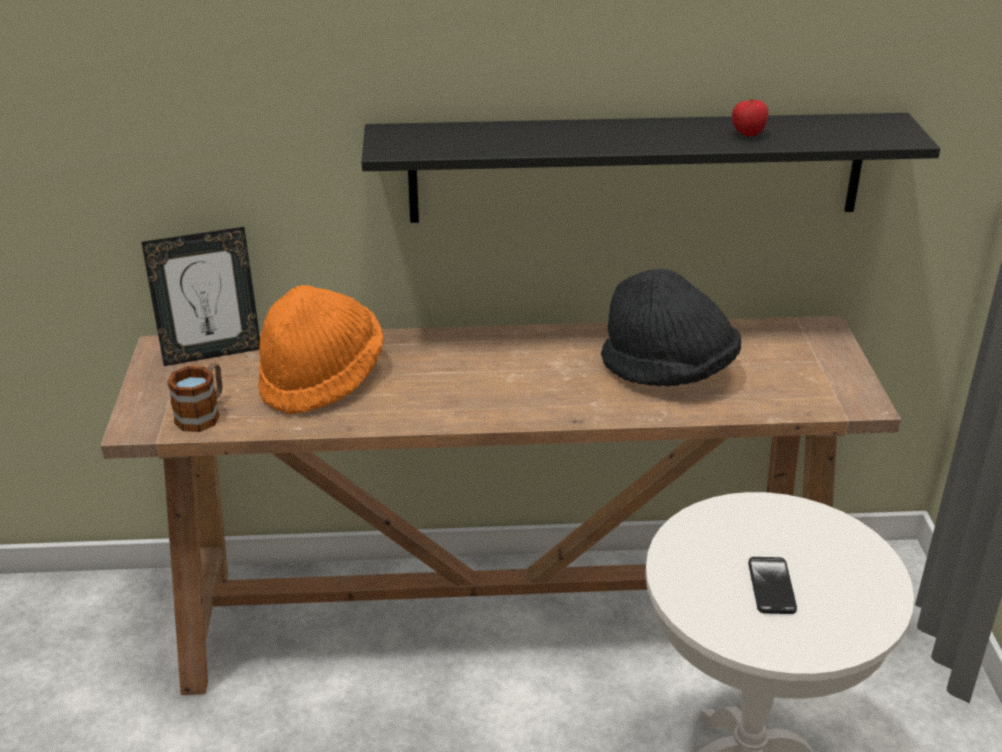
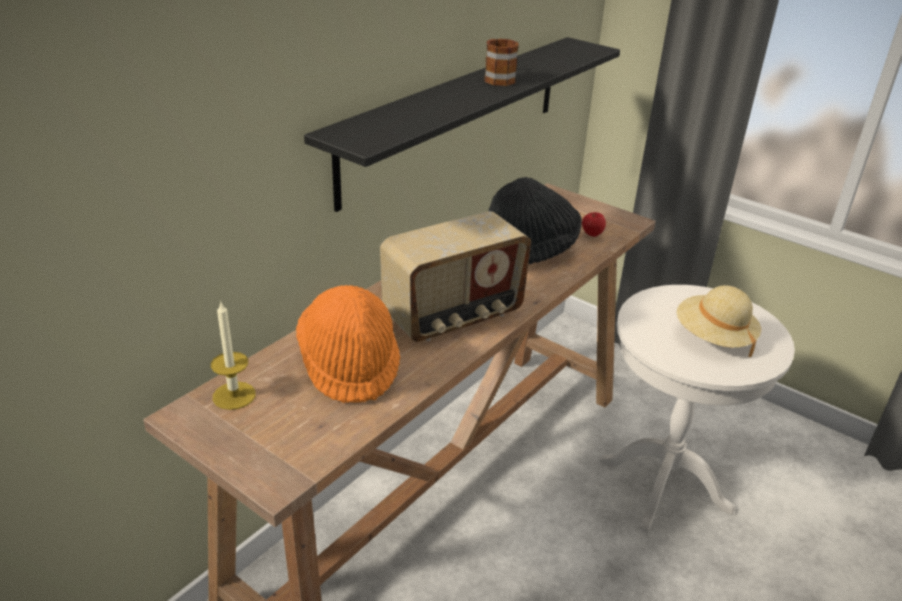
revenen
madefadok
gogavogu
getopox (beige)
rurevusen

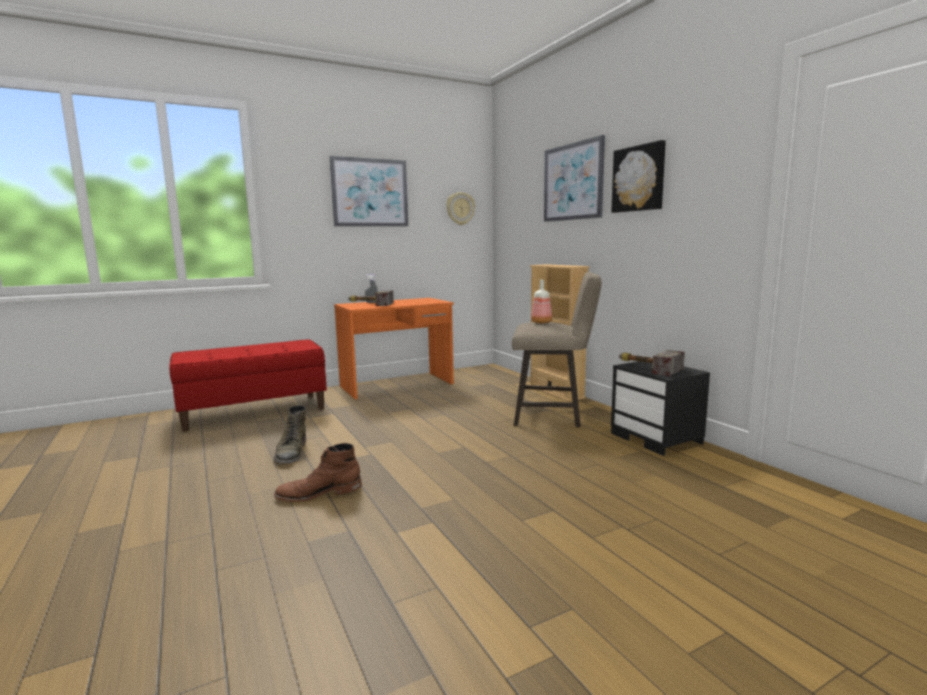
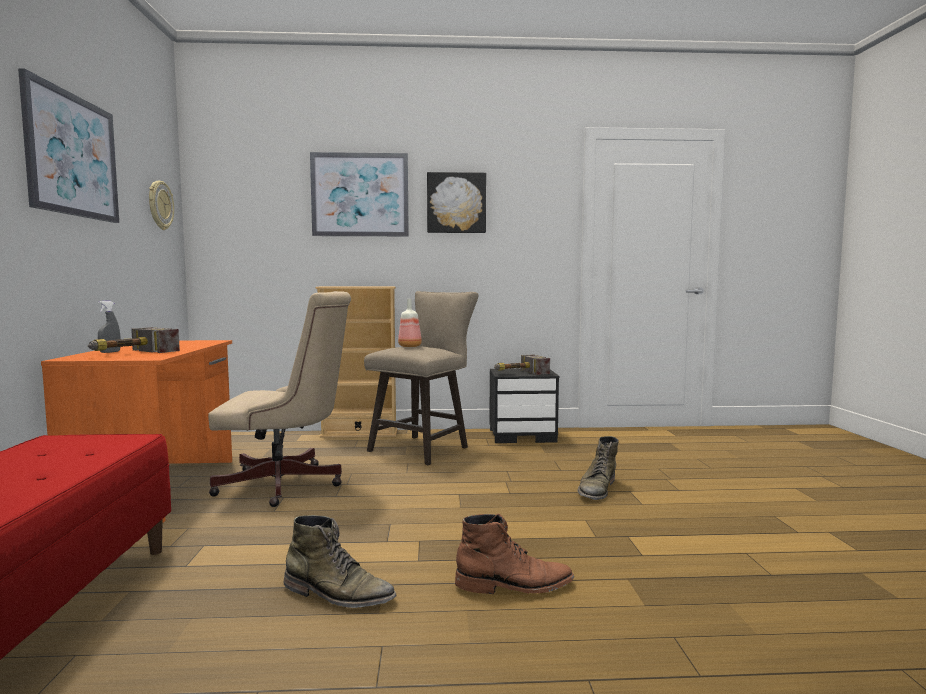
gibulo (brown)
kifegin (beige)
gibulo (green) (2nd from left)

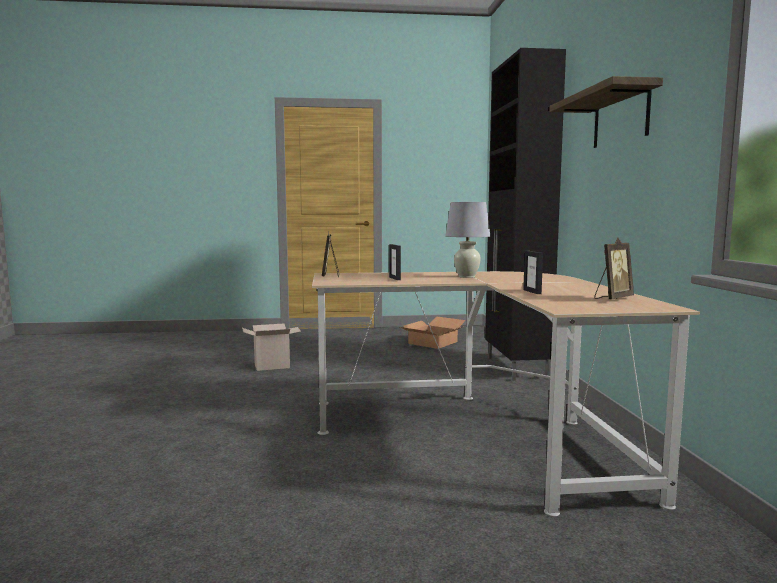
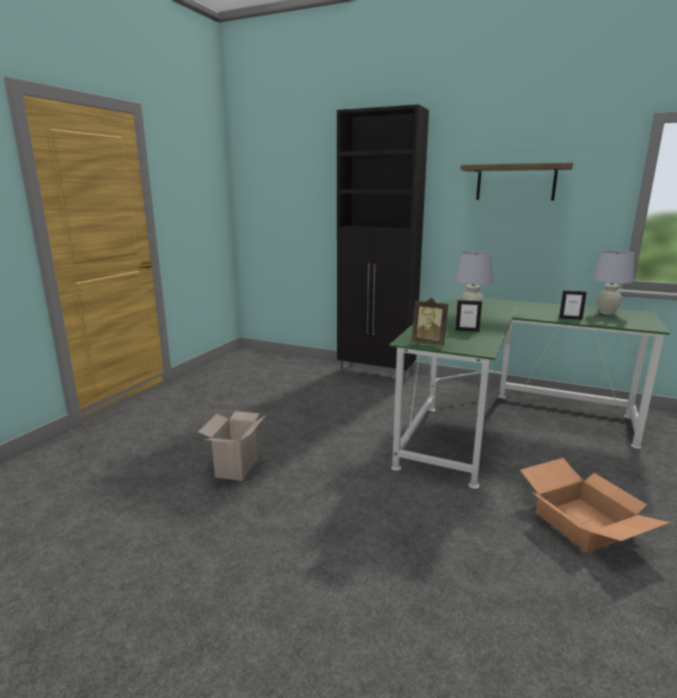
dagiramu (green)
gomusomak (2nd from left)
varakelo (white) (2nd from left)

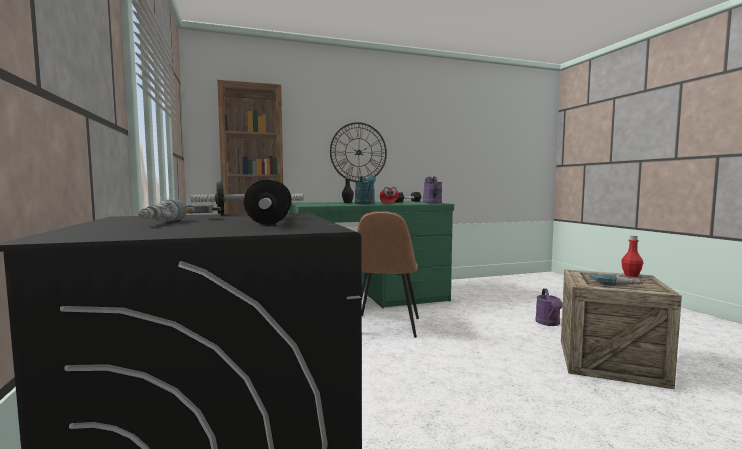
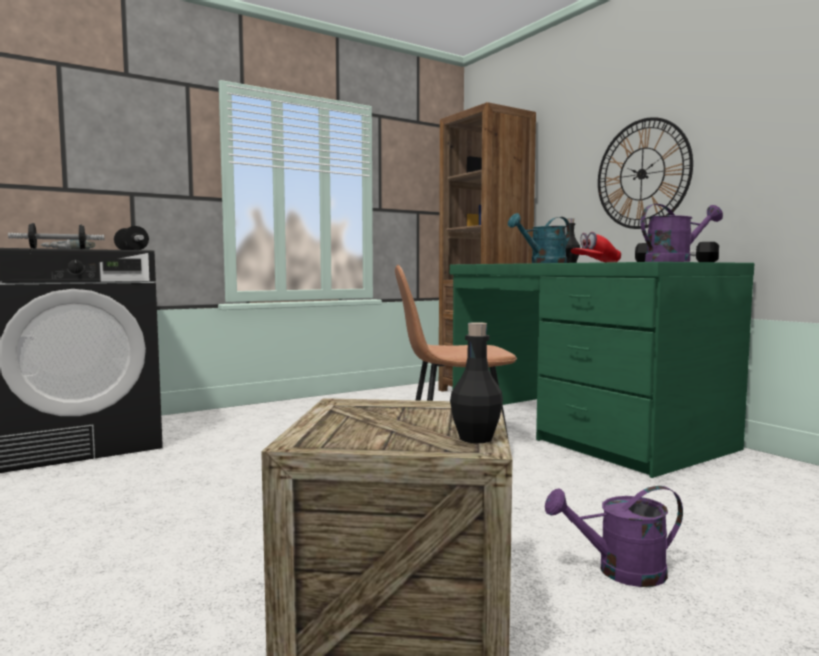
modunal (2nd from left in the first image)
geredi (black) (1st from left)

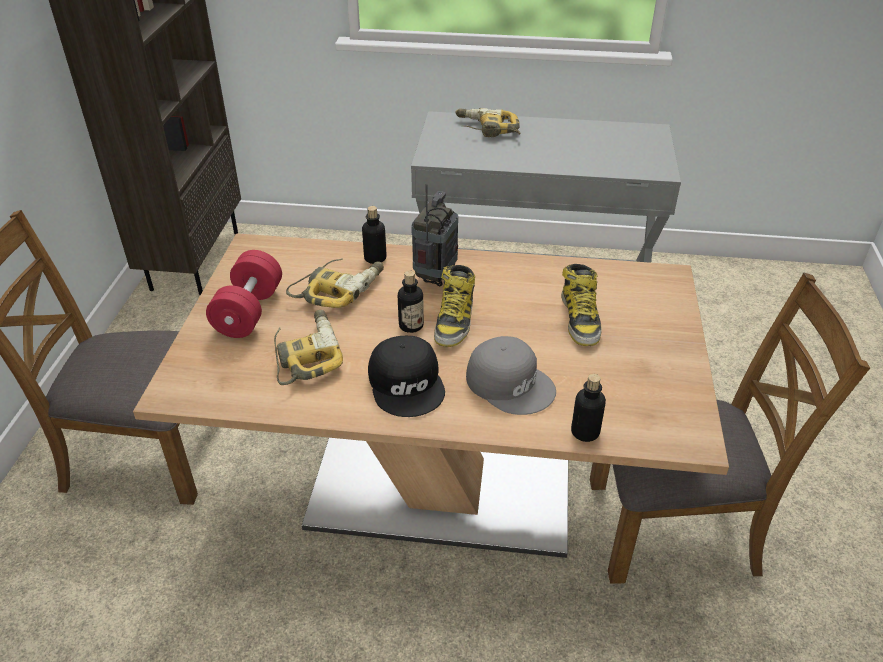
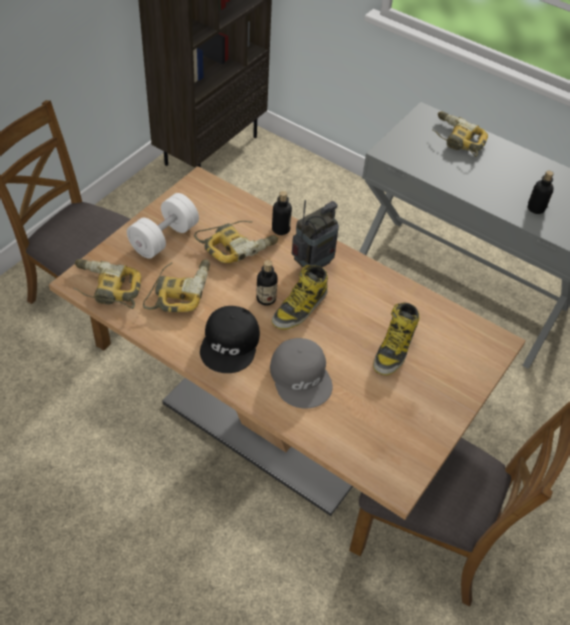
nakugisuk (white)
geredi (3rd from left)
modunal (1st from left)

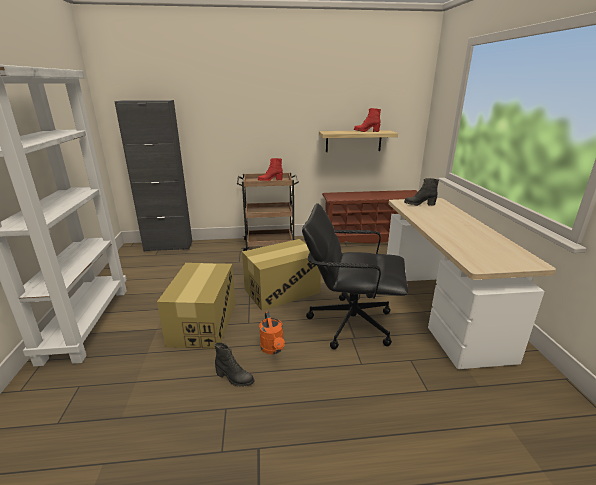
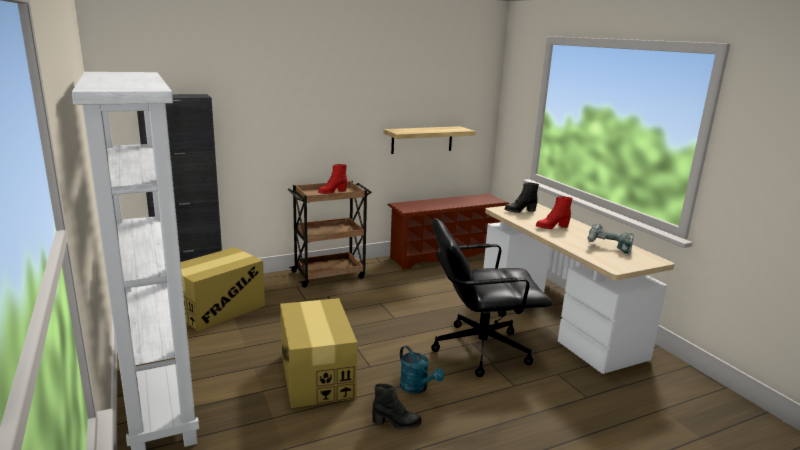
gomusomak (1st from left)
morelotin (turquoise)
gibulo (red) (2nd from left)
modunal

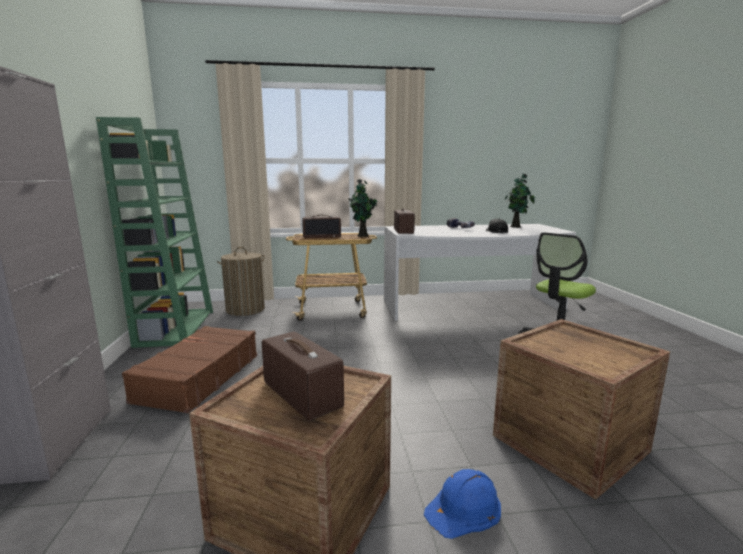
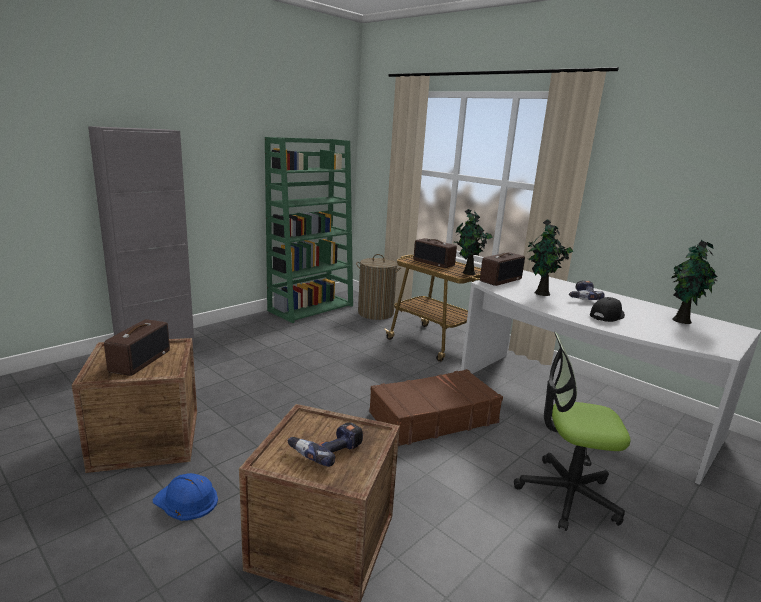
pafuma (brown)
modunal (1st from left)
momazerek (2nd from left)

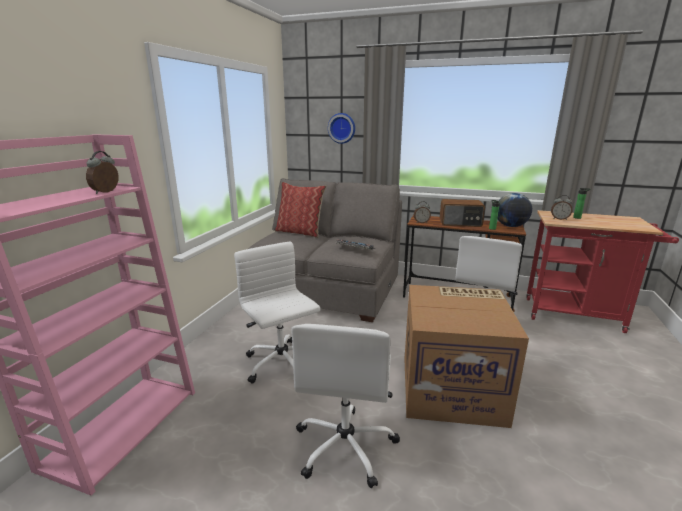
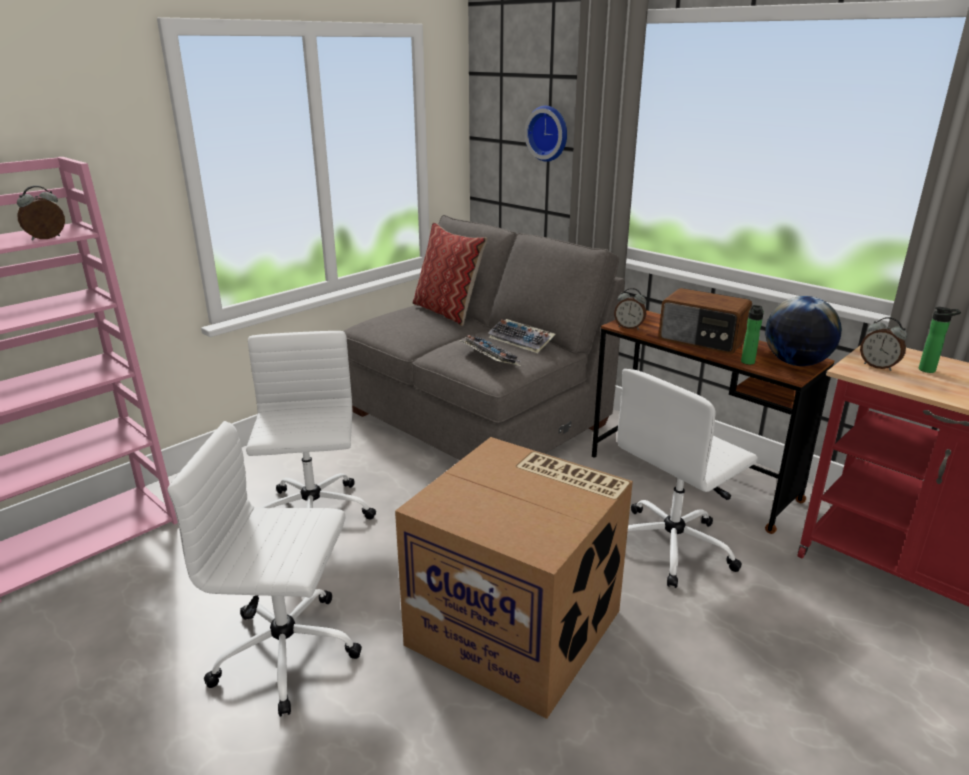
kifegin (white) (1st from left)
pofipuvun (2nd from left)

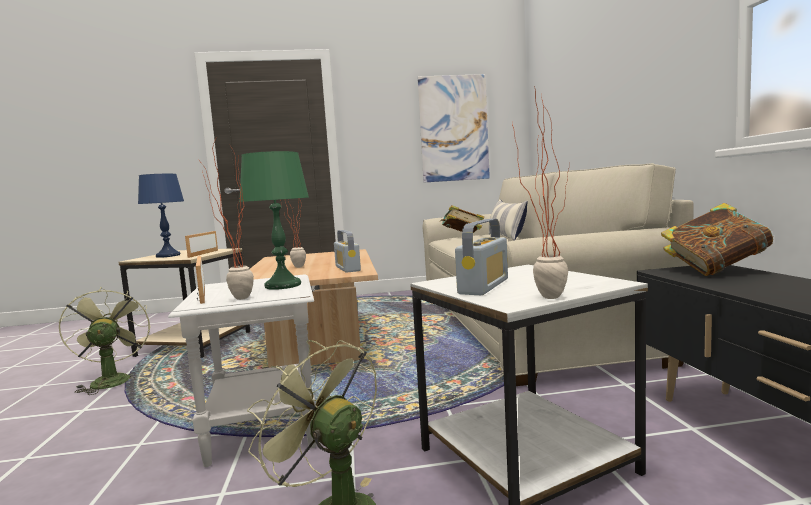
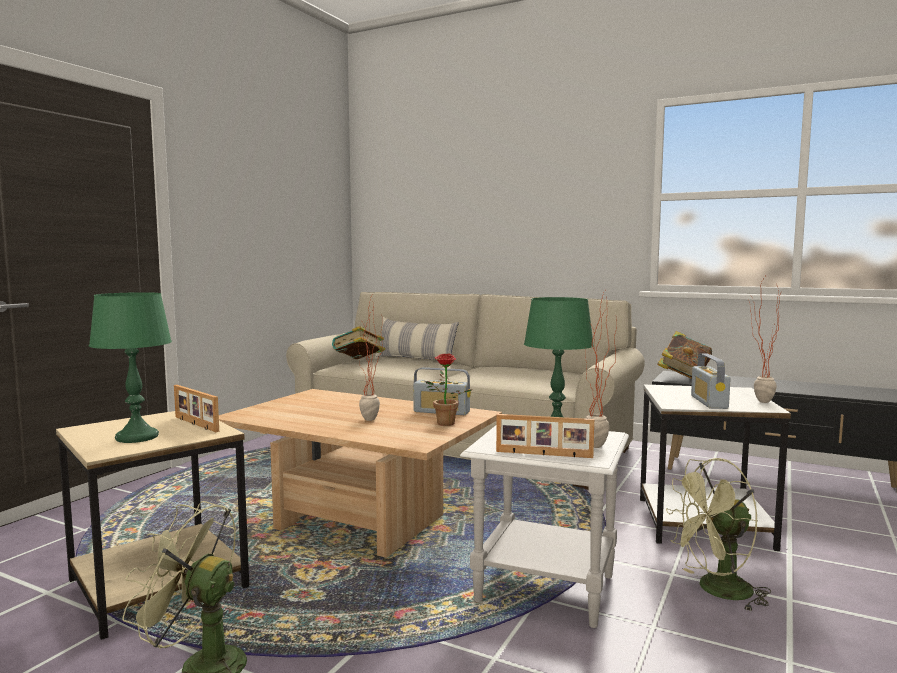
varakelo (green) (1st from left)
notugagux
rurevusen (2nd from left)
momazerek (2nd from left)

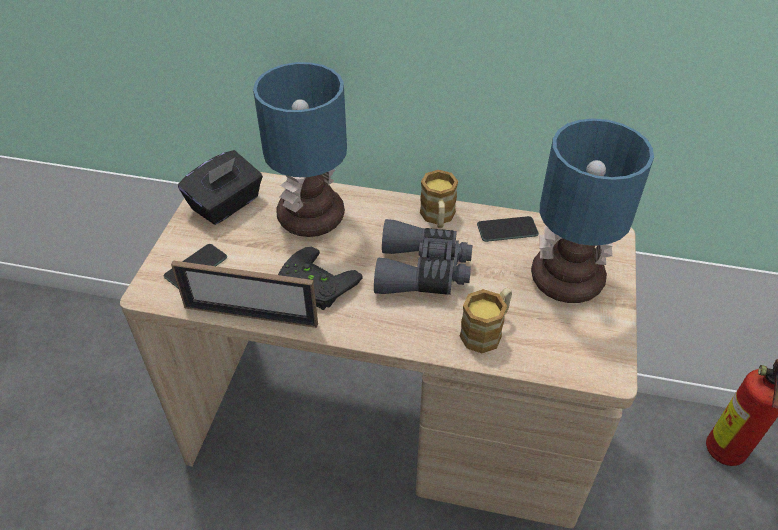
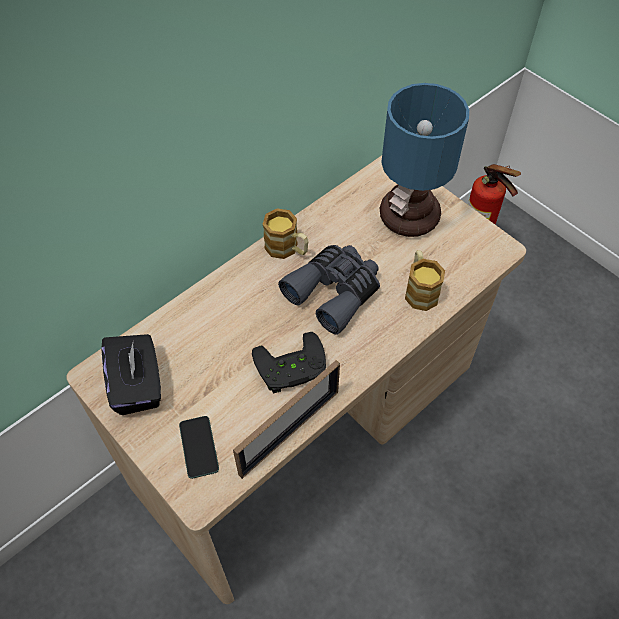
varakelo (1st from left in the first image)
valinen (2nd from left in the first image)

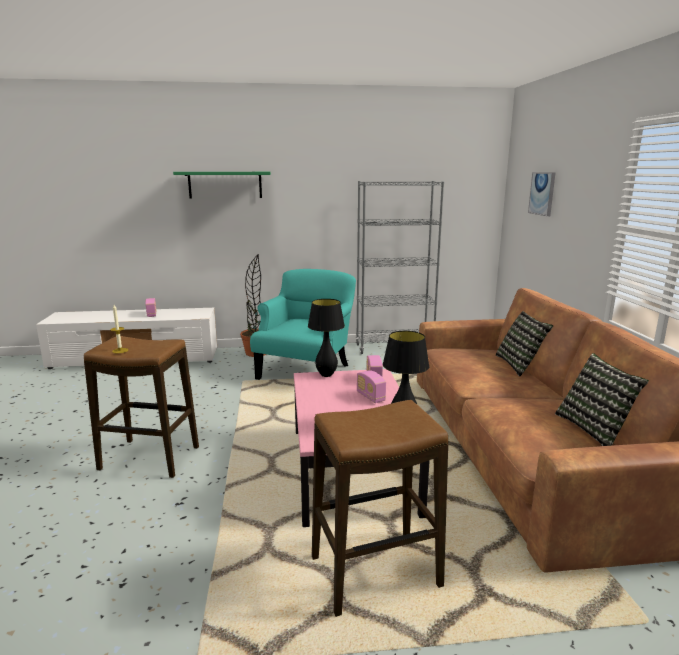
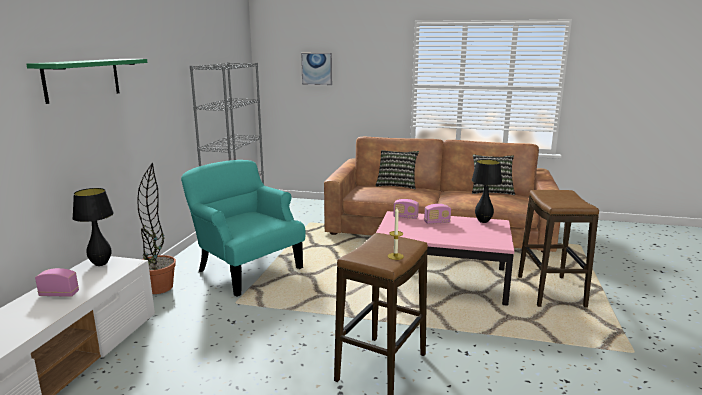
varakelo (black) (1st from left)

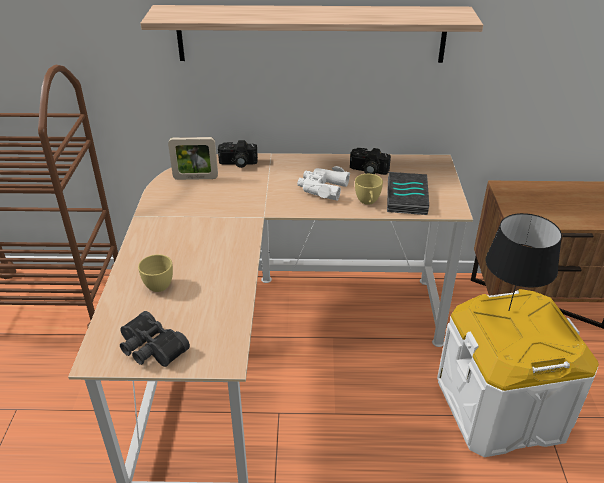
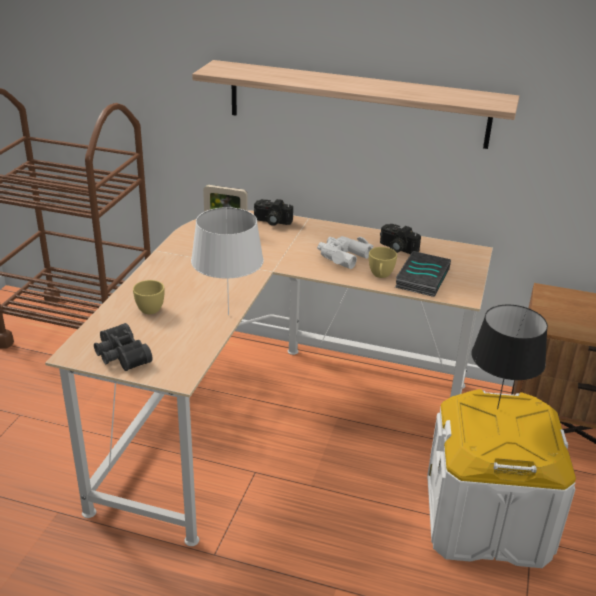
varakelo (white)

